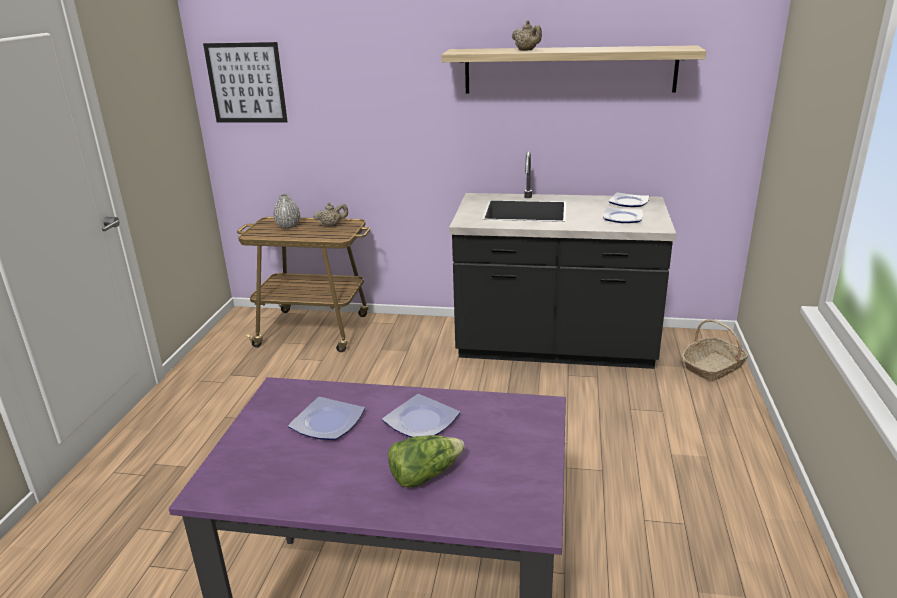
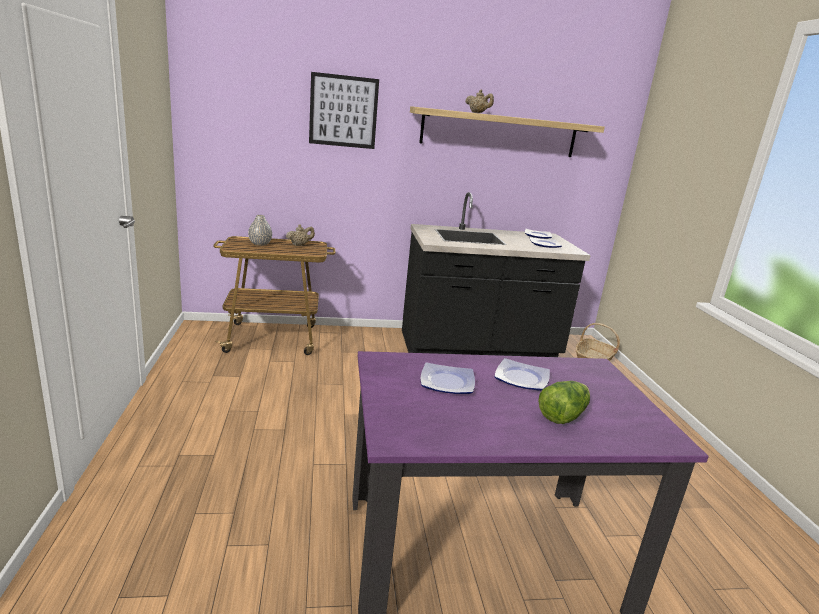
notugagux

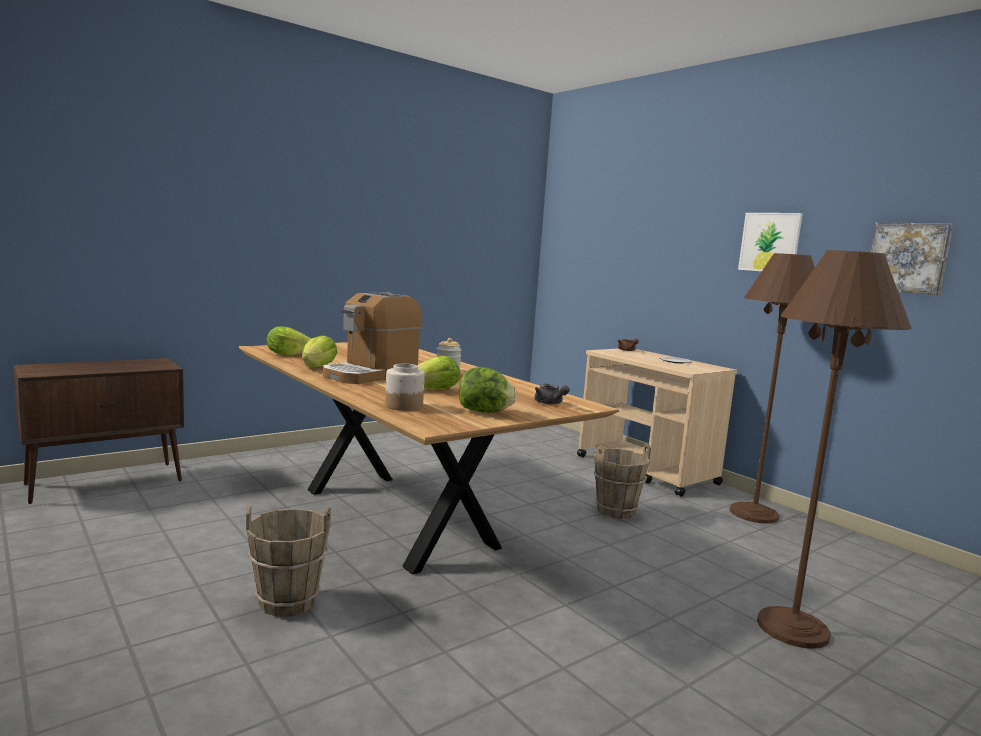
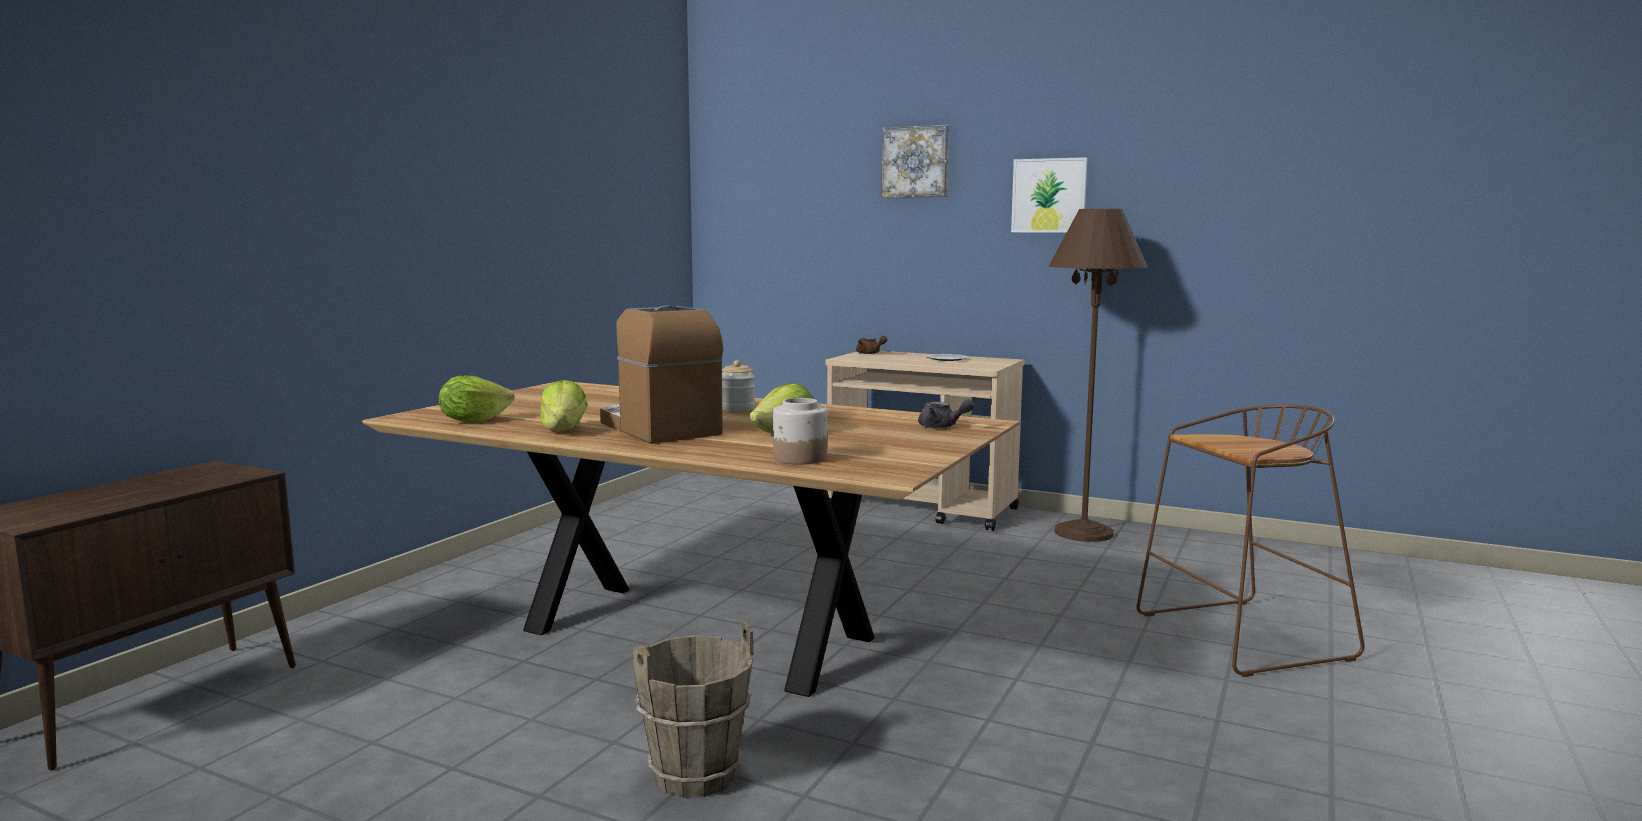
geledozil
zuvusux (4th from left in the first image)
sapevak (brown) (2nd from left in the first image)
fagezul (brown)
notugagux (1st from left)

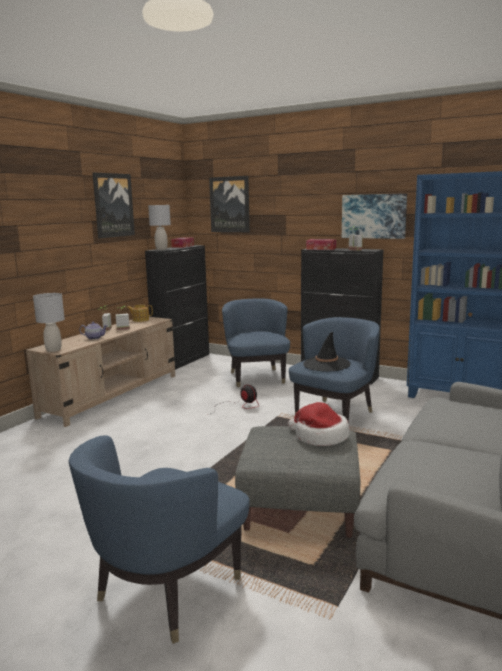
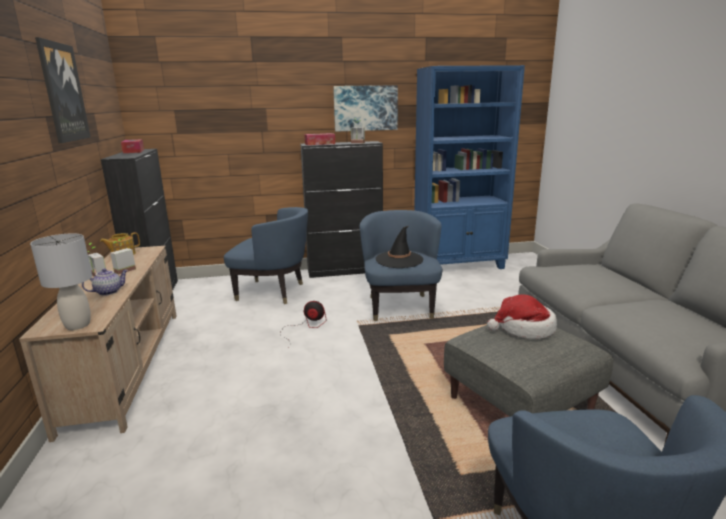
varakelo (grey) (2nd from left in the first image)
notugagux (2nd from left in the first image)
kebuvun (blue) (1st from left)

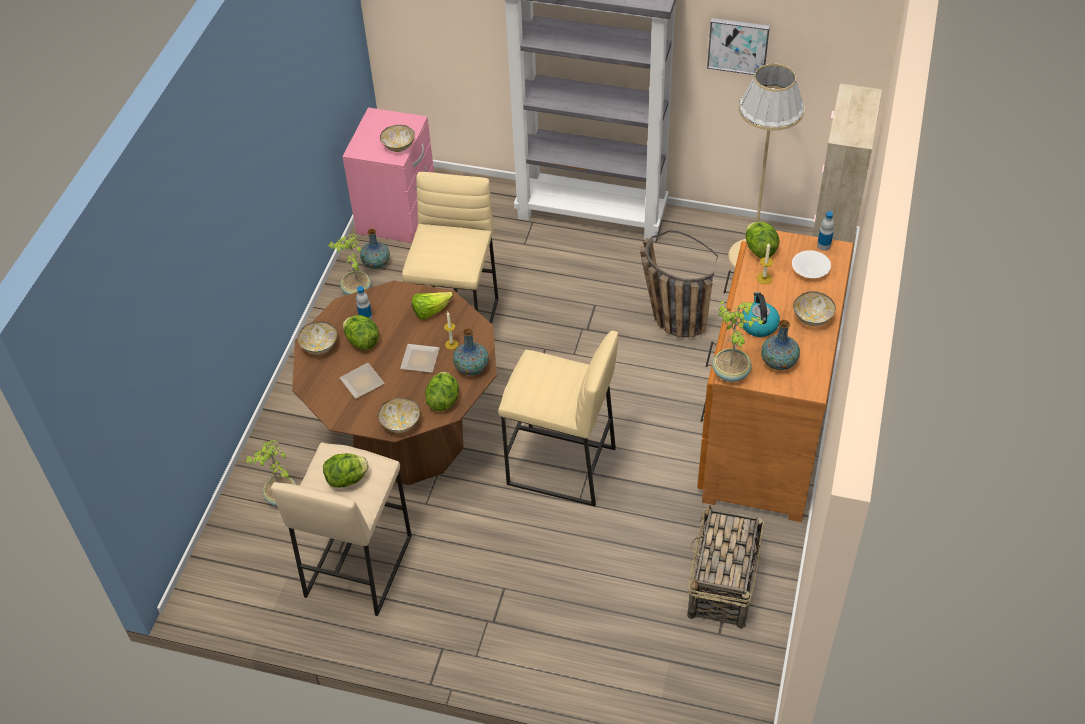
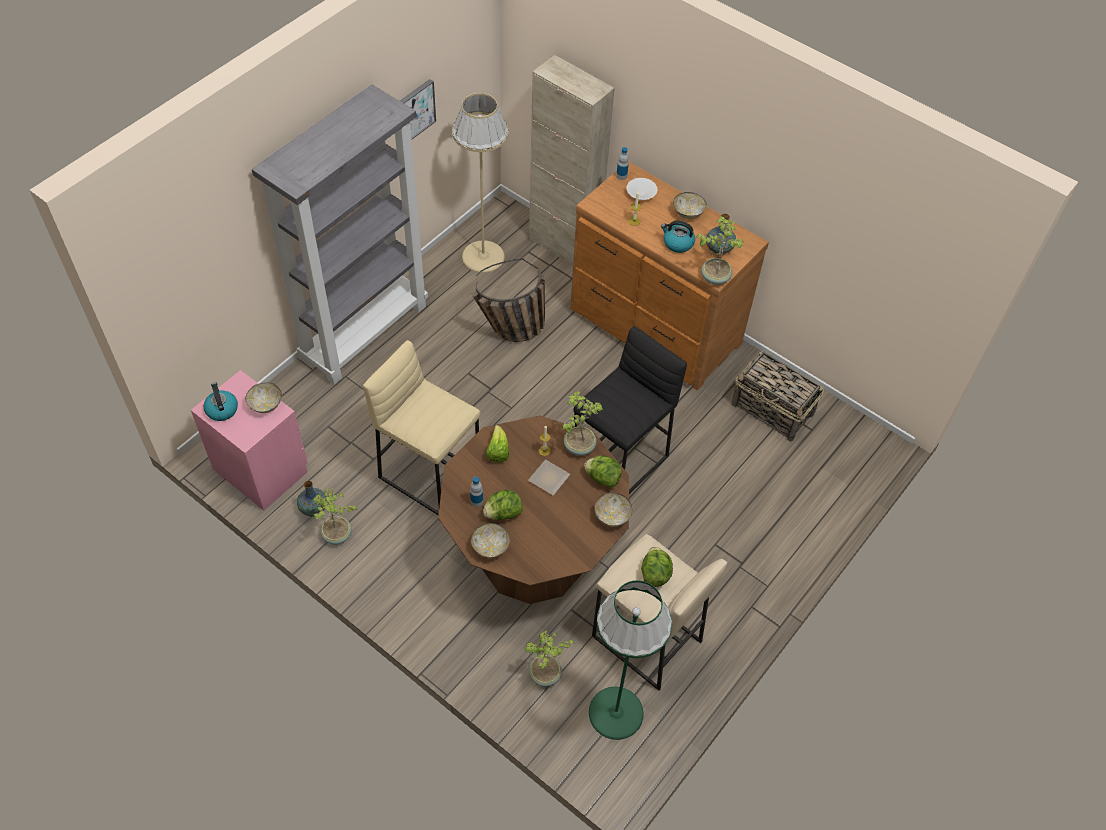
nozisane (1st from left in the first image)
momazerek (3rd from left)
fagezul (black)
zuvusux (5th from left in the first image)
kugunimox (1st from left)
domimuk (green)

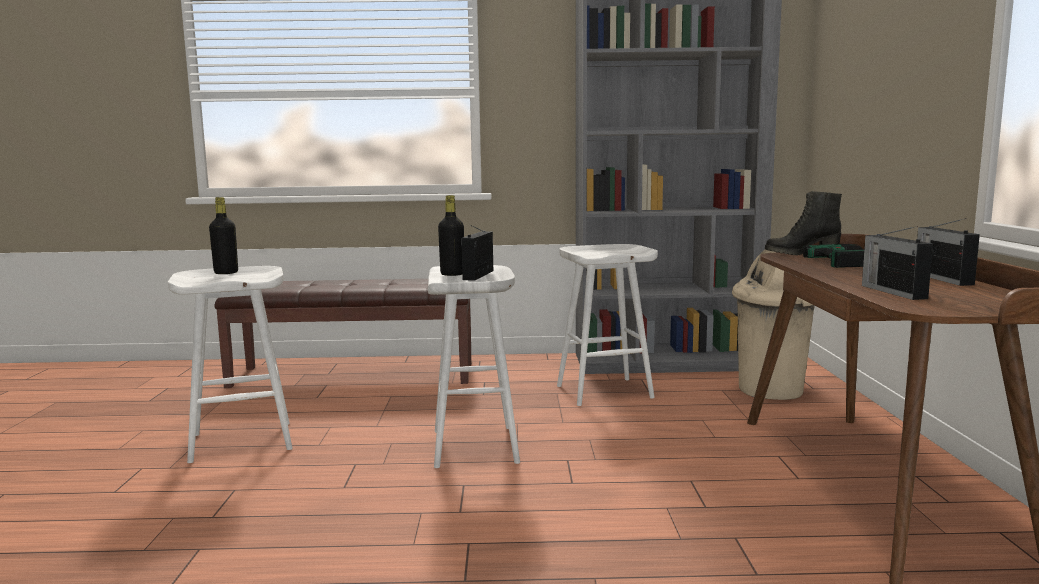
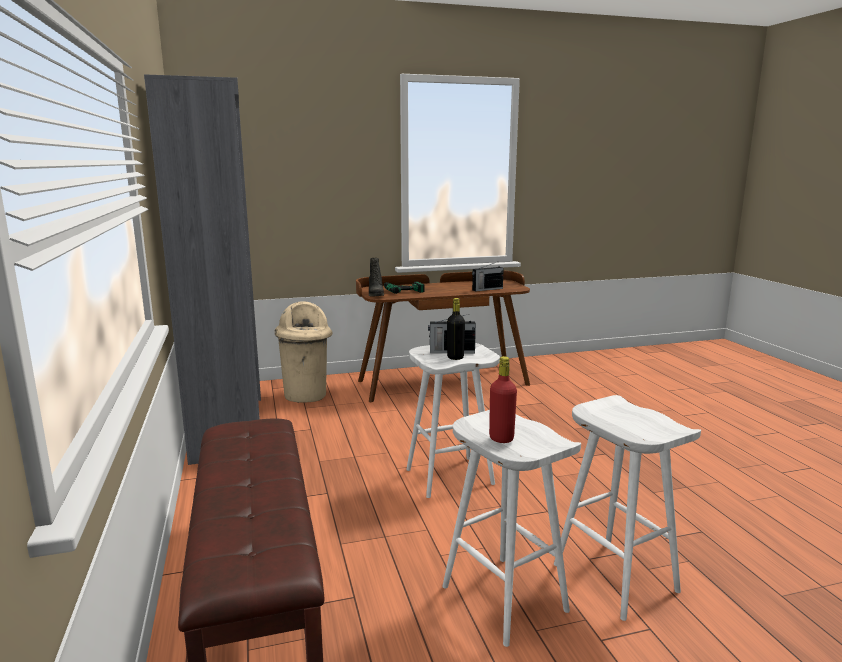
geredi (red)
fagezul (white) (3rd from left)
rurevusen (3rd from left in the first image)

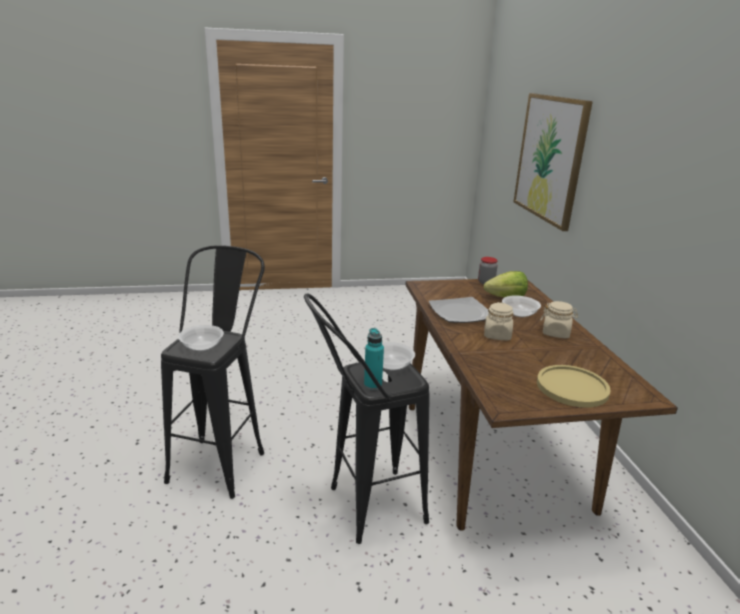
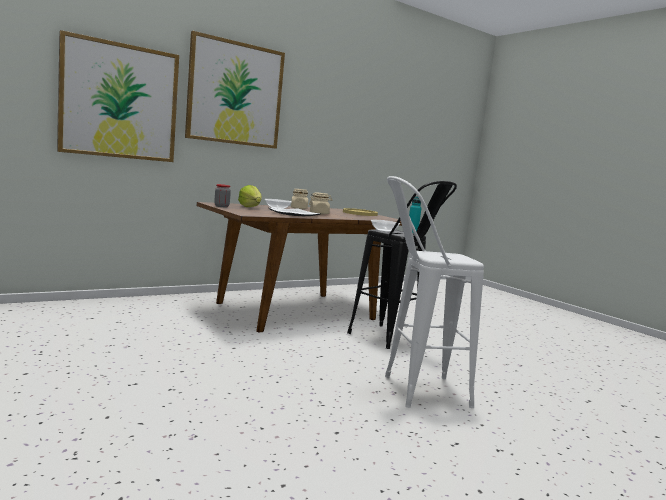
fagezul (white)
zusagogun (1st from left in the first image)
notugagux (2nd from left)

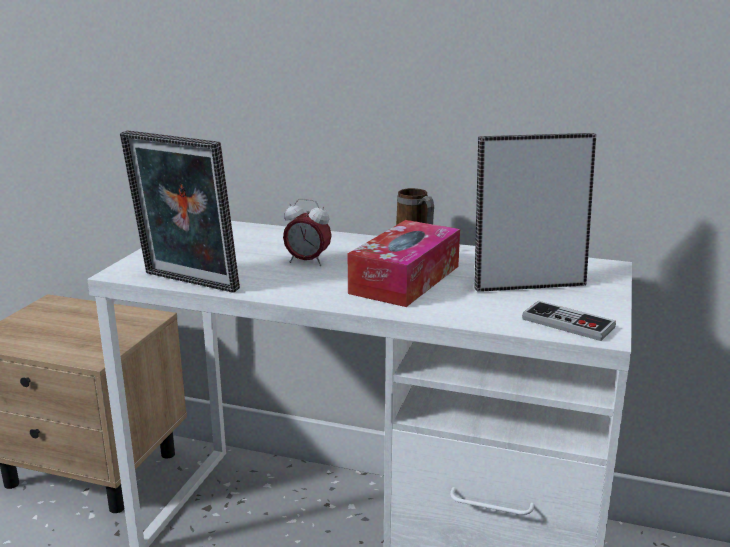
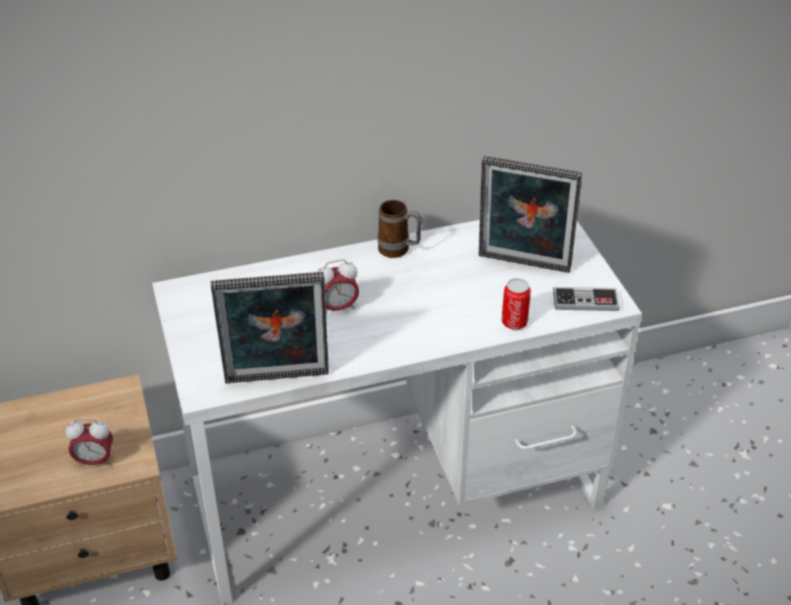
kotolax
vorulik (2nd from left)
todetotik (1st from left)
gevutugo

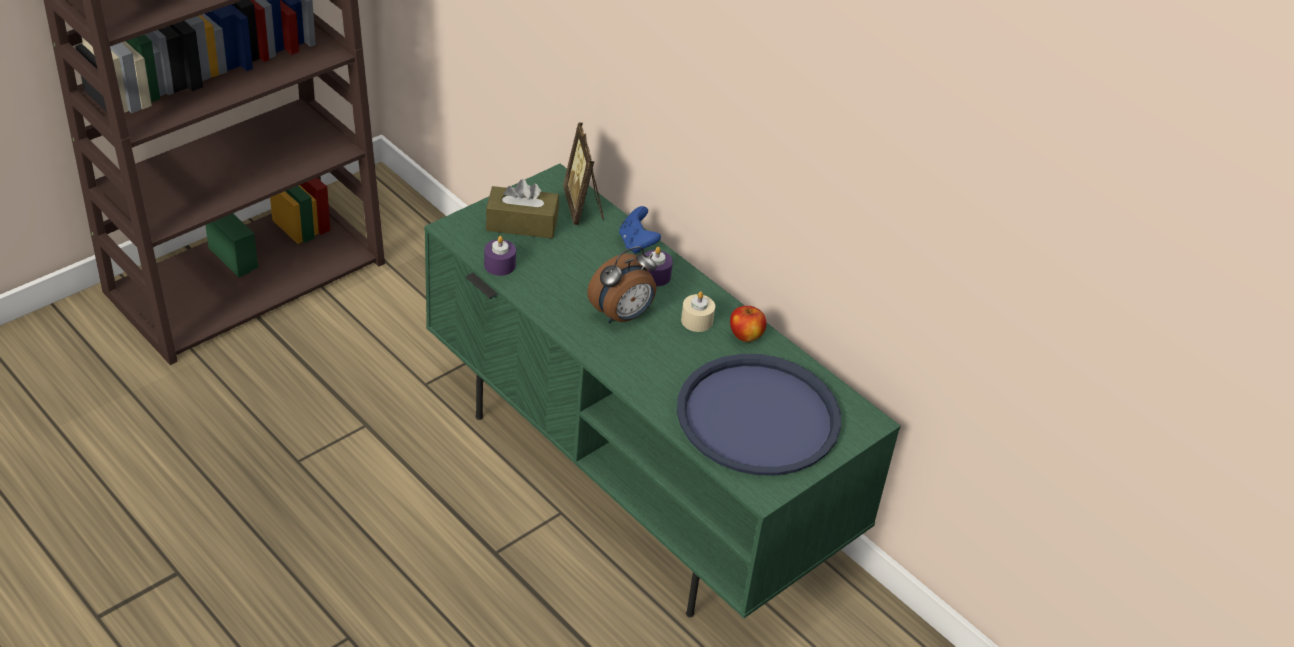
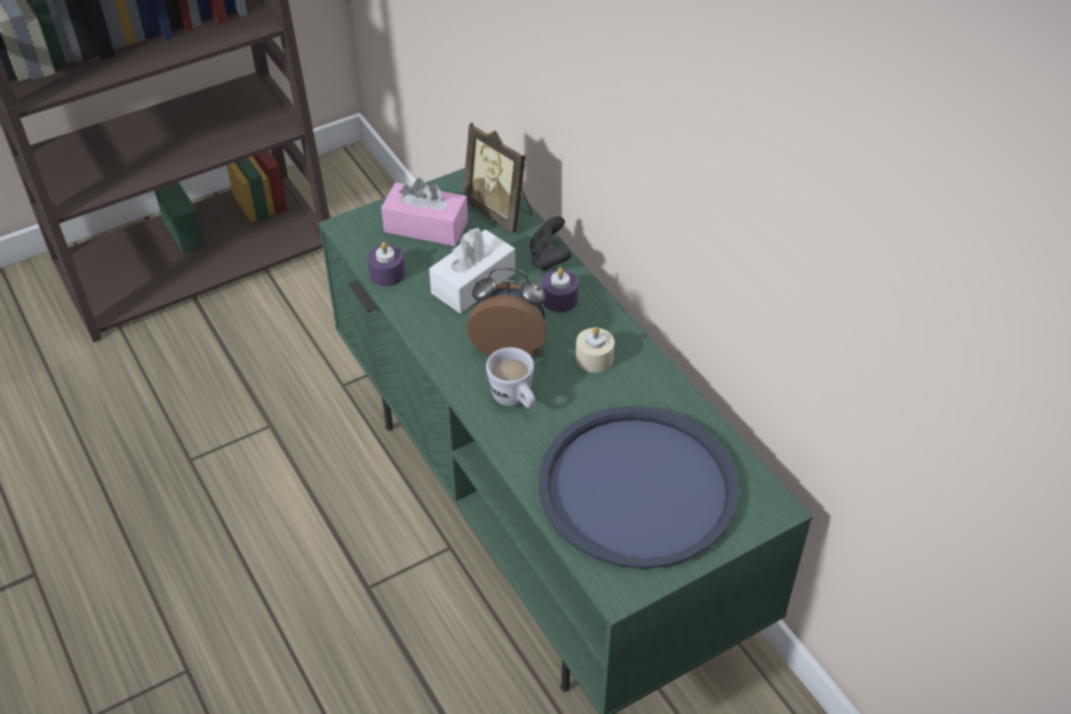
kotolax (pink)
vorulik
todetotik
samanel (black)
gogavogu
kotolax (white)
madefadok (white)

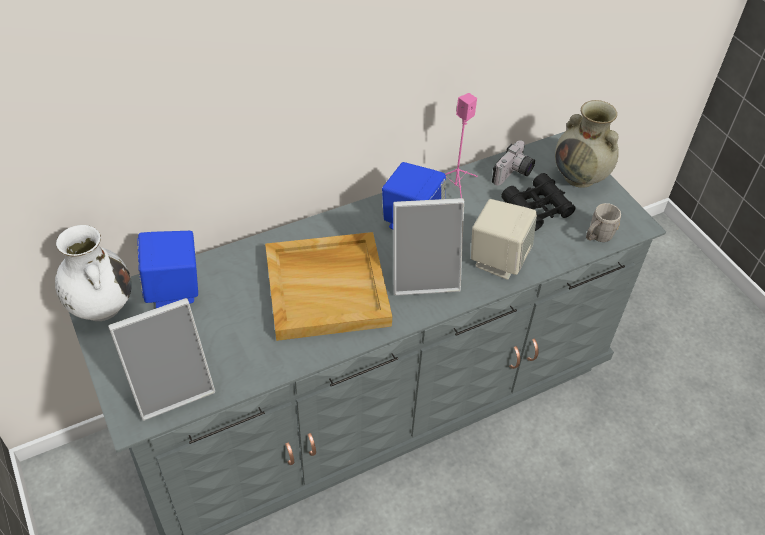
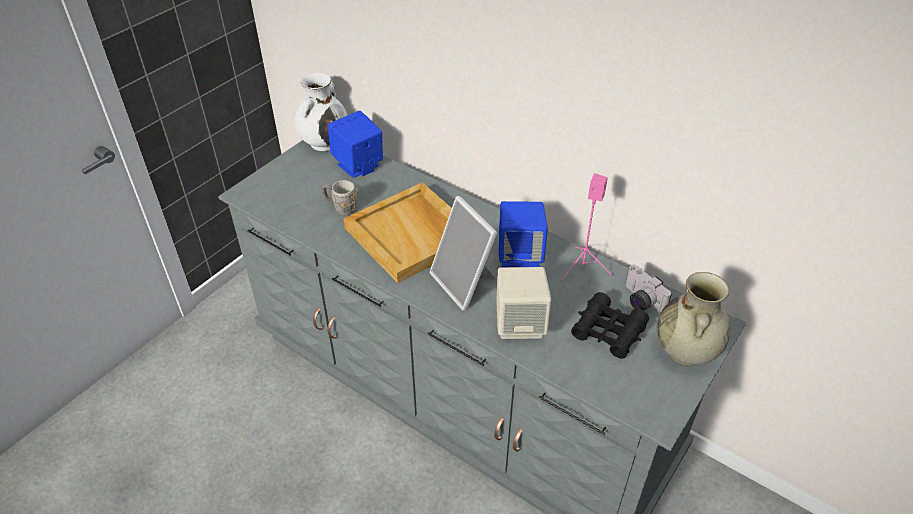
vorulik (1st from left in the first image)
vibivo
madefadok (grey)

